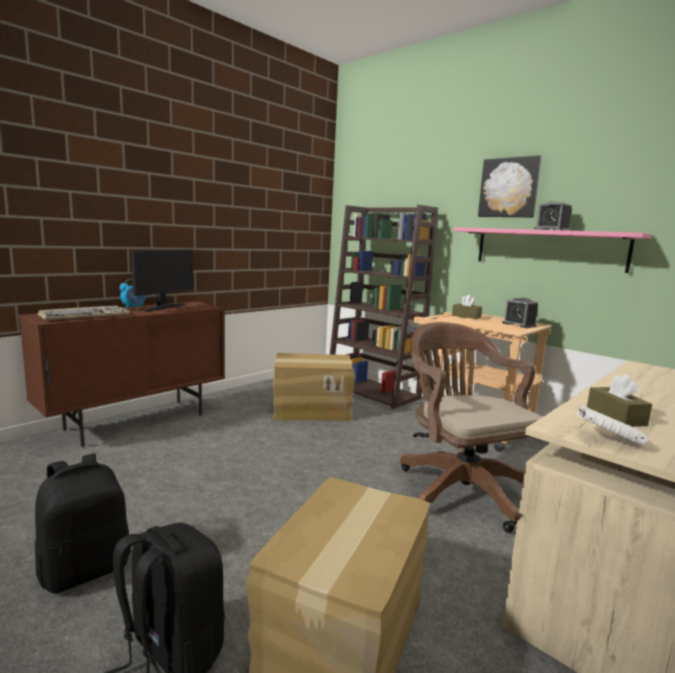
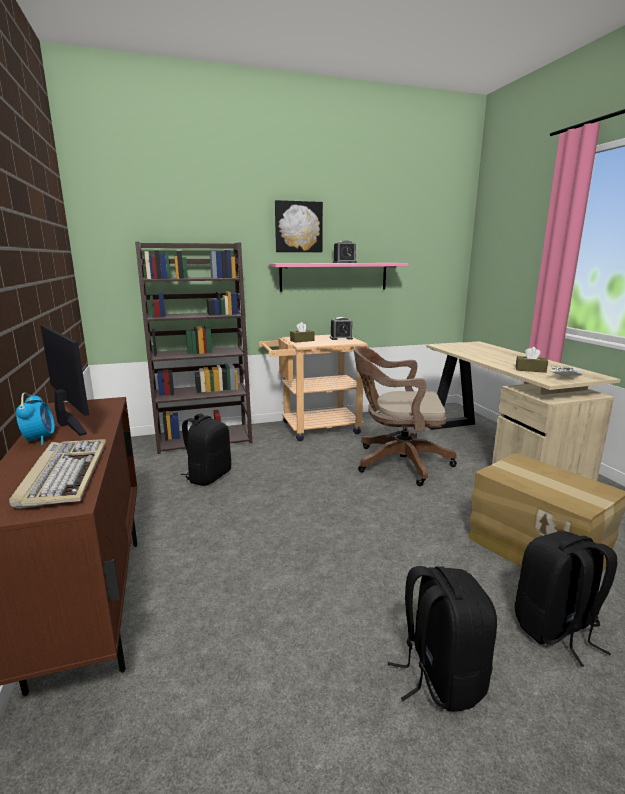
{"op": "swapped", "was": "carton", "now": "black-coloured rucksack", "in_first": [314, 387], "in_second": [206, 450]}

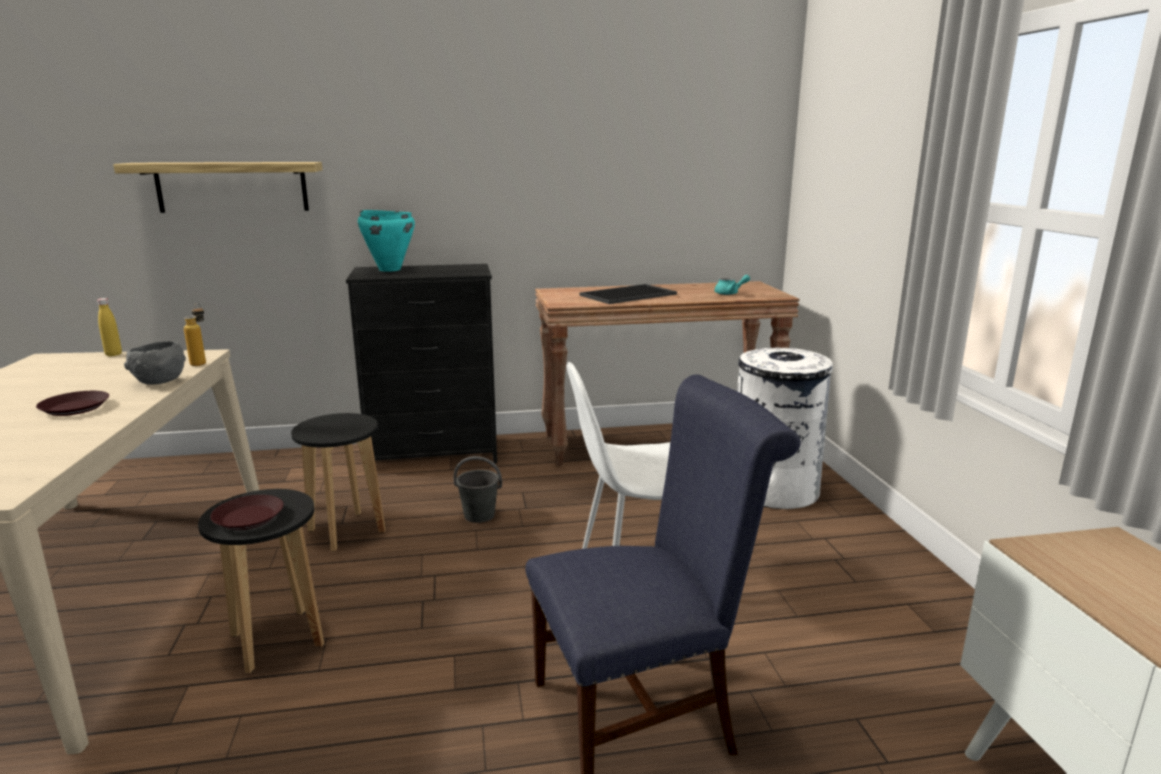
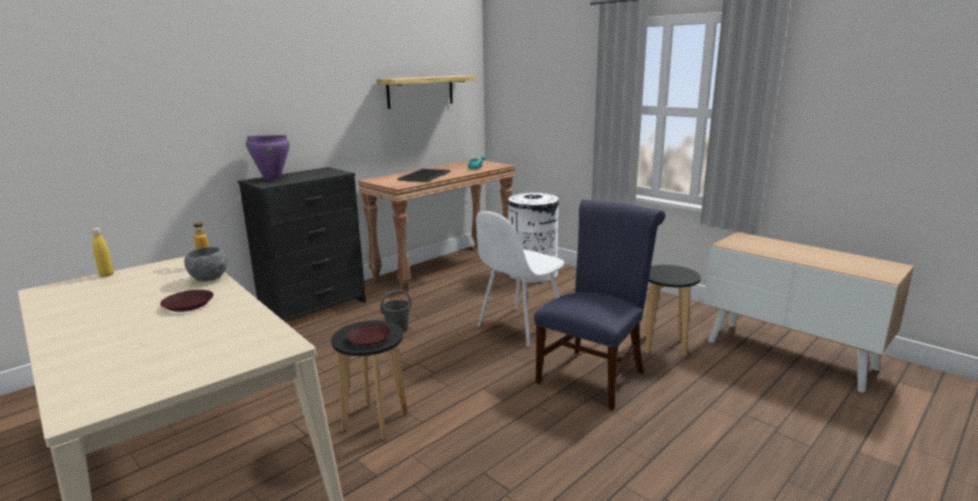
{"op": "shifted", "was": "bracket shelf", "in_first": [218, 187], "in_second": [426, 92]}
{"op": "shifted", "was": "black-coloured stool seat", "in_first": [338, 482], "in_second": [672, 310]}
{"op": "repainted", "was": "turquoise cooking pot", "now": "purple cooking pot", "in_first": [386, 241], "in_second": [268, 157]}

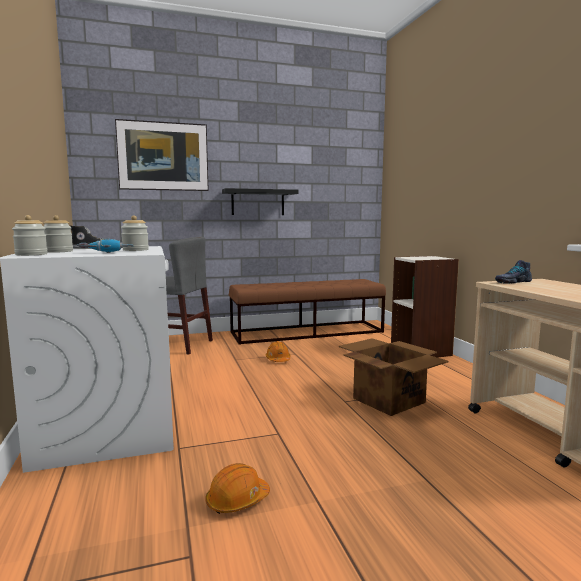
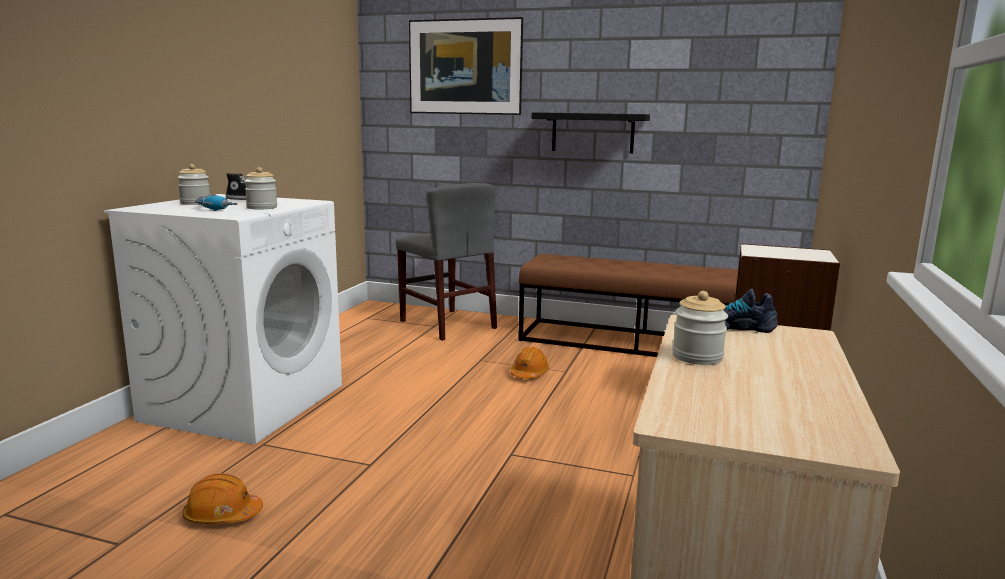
{"op": "gone", "was": "carton", "in_first": [394, 377]}
{"op": "shifted", "was": "preserve jar", "in_first": [30, 235], "in_second": [700, 328]}

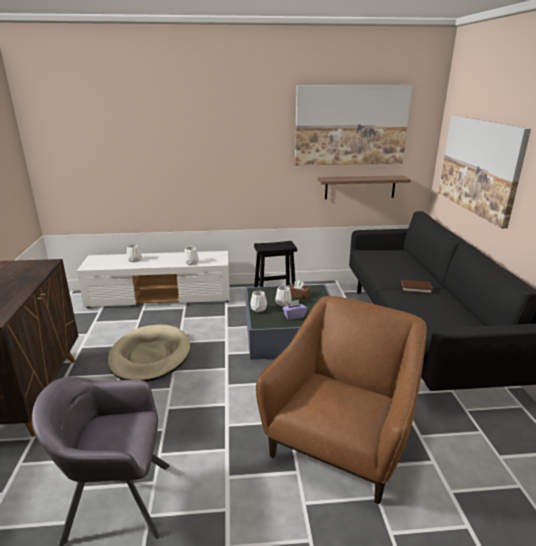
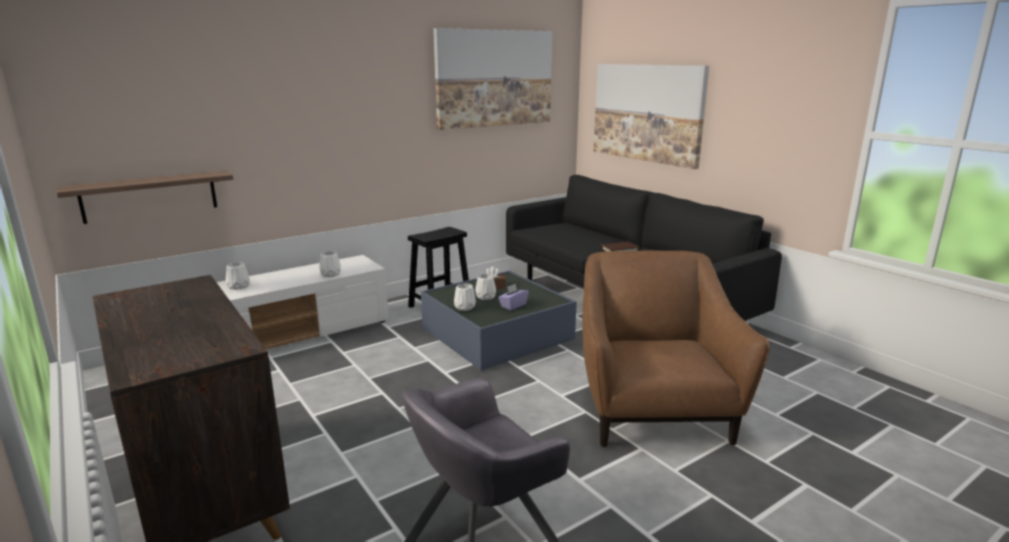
{"op": "gone", "was": "beige dog bed", "in_first": [149, 353]}
{"op": "shifted", "was": "bracket shelf", "in_first": [364, 187], "in_second": [144, 197]}

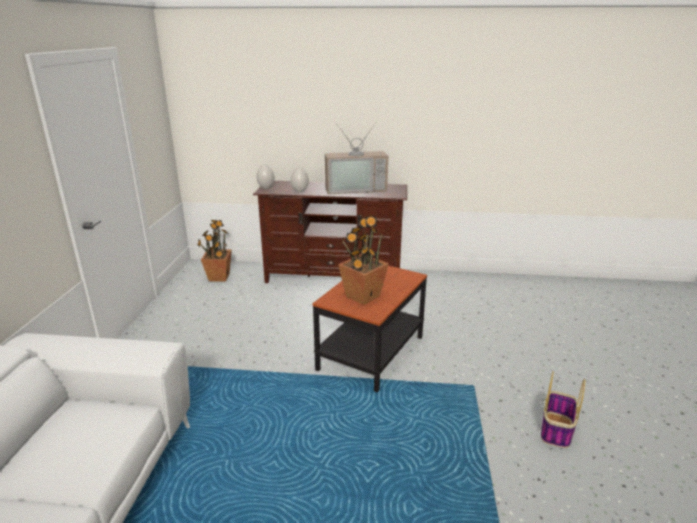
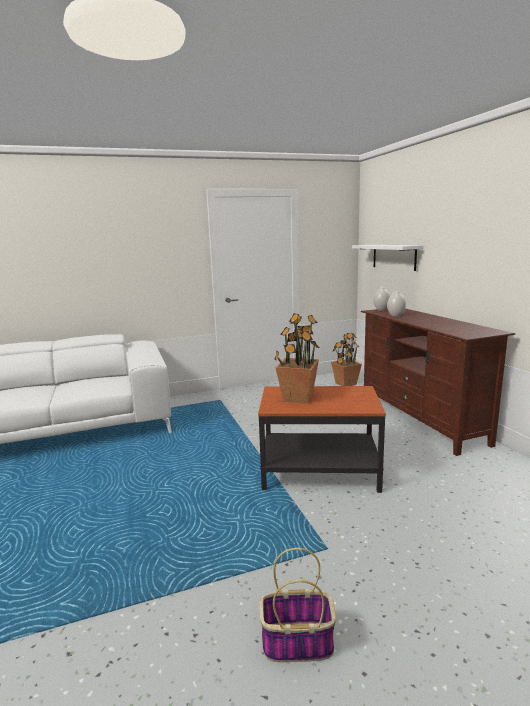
{"op": "gone", "was": "television", "in_first": [356, 158]}
{"op": "new", "now": "white-coloured bracket shelf", "in_second": [388, 258]}

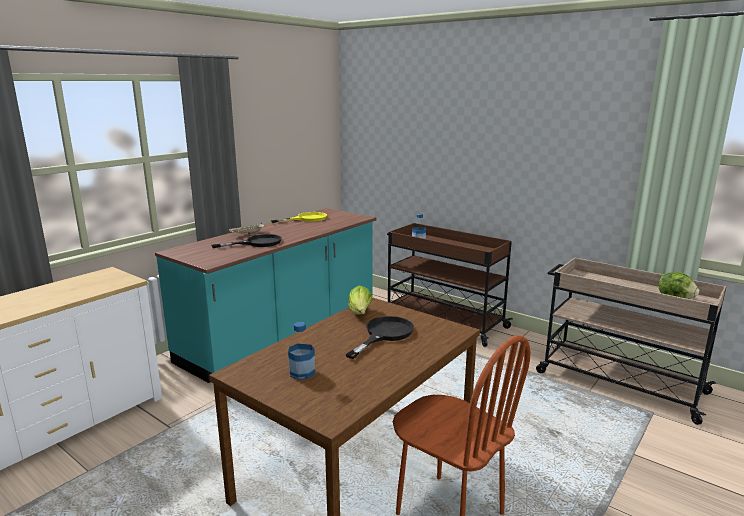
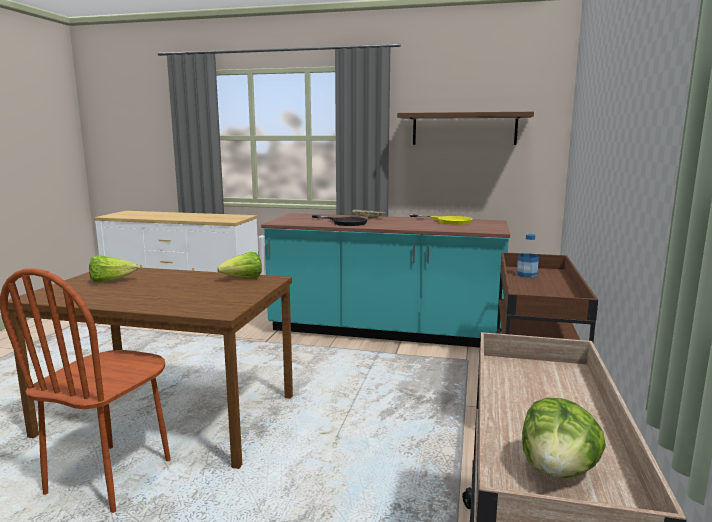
{"op": "gone", "was": "black-coloured skillet", "in_first": [380, 337]}
{"op": "new", "now": "brownish bracket shelf", "in_second": [465, 128]}
{"op": "swapped", "was": "bottle", "now": "lettuce head", "in_first": [301, 351], "in_second": [113, 269]}

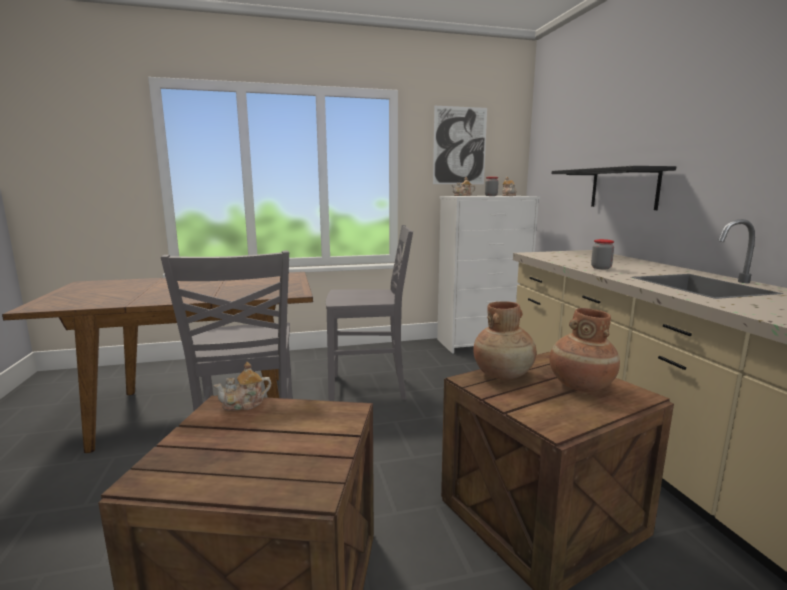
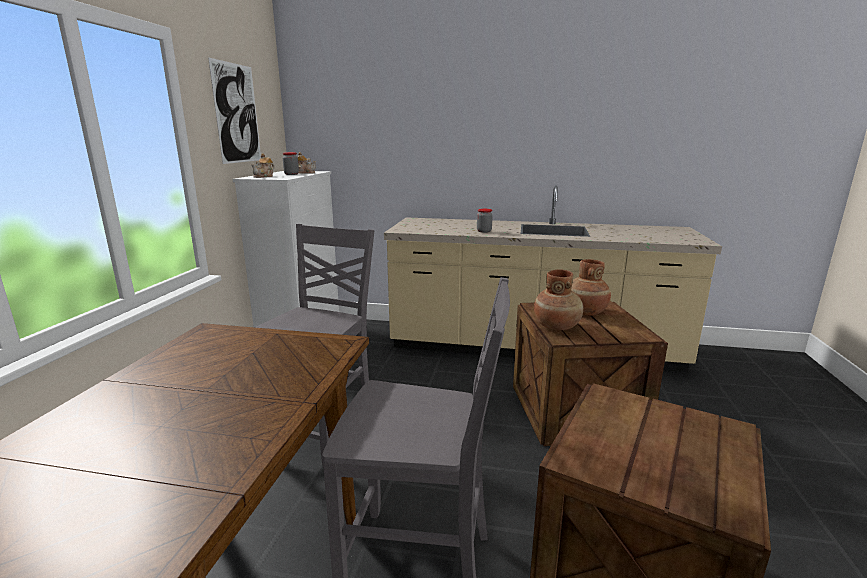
{"op": "gone", "was": "tea pot", "in_first": [242, 386]}
{"op": "gone", "was": "black-coloured bracket shelf", "in_first": [614, 188]}

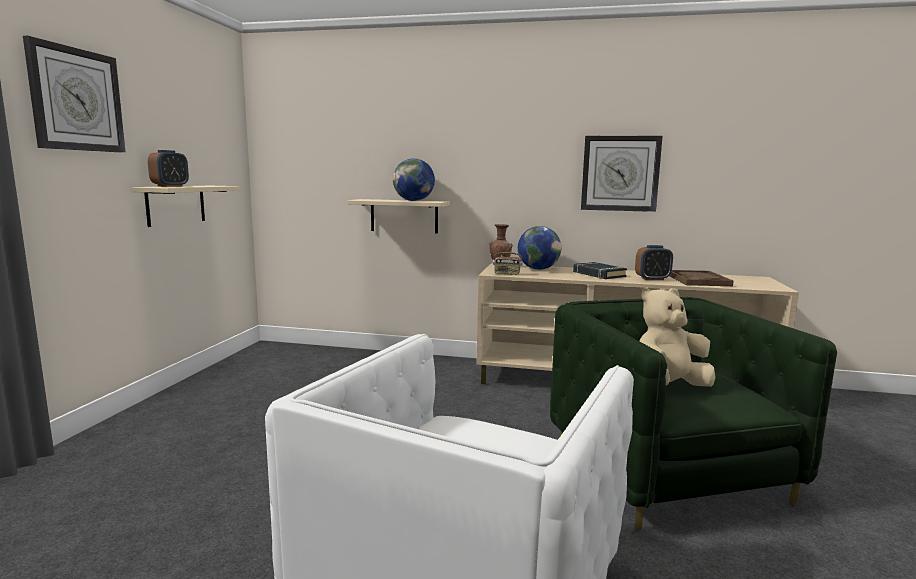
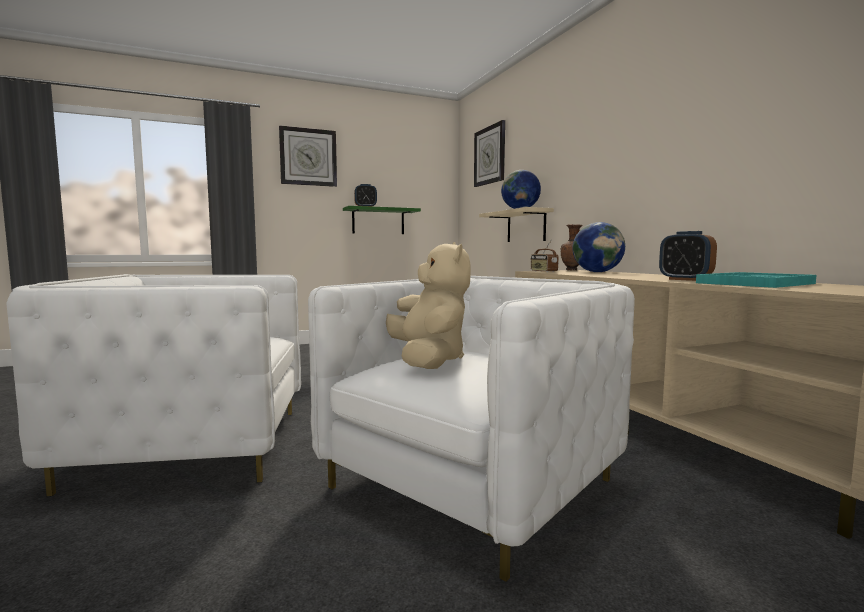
{"op": "gone", "was": "black-coloured bound book", "in_first": [600, 270]}
{"op": "shifted", "was": "clock on the wall", "in_first": [622, 174], "in_second": [489, 153]}
{"op": "repainted", "was": "beige bracket shelf", "now": "green bracket shelf", "in_first": [186, 206], "in_second": [382, 220]}
{"op": "repainted", "was": "green armchair", "now": "white-coloured armchair", "in_first": [693, 414], "in_second": [471, 429]}
{"op": "repainted", "was": "brownish tray", "now": "turquoise tray", "in_first": [702, 278], "in_second": [756, 280]}
{"op": "rotated", "was": "beige cuddly toy", "in_first": [678, 337], "in_second": [428, 305], "clockwise": 45}

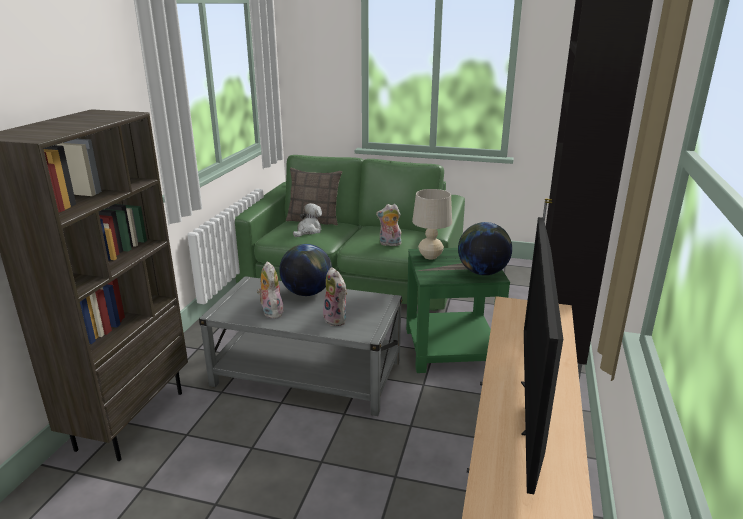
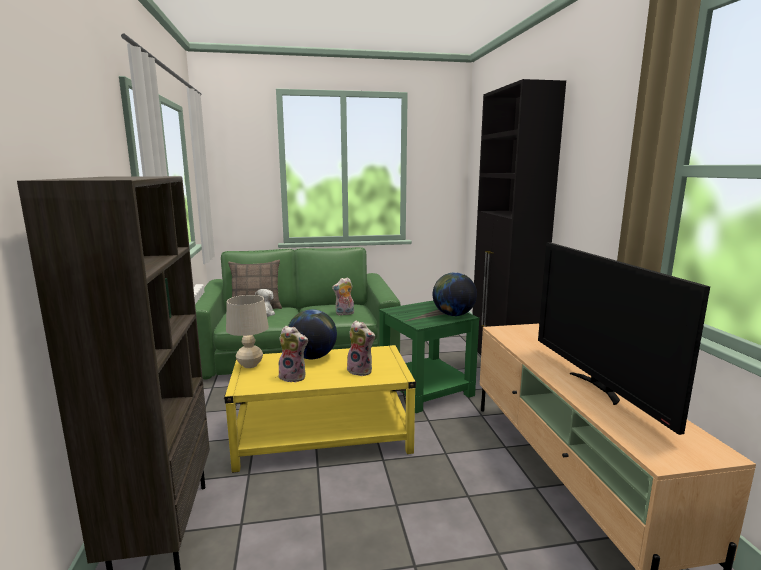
{"op": "shifted", "was": "beige table lamp", "in_first": [432, 224], "in_second": [247, 331]}
{"op": "repainted", "was": "gray coffee table", "now": "yellow-coloured coffee table", "in_first": [300, 346], "in_second": [320, 409]}
{"op": "rotated", "was": "cuddly toy", "in_first": [270, 289], "in_second": [293, 354], "clockwise": 150}

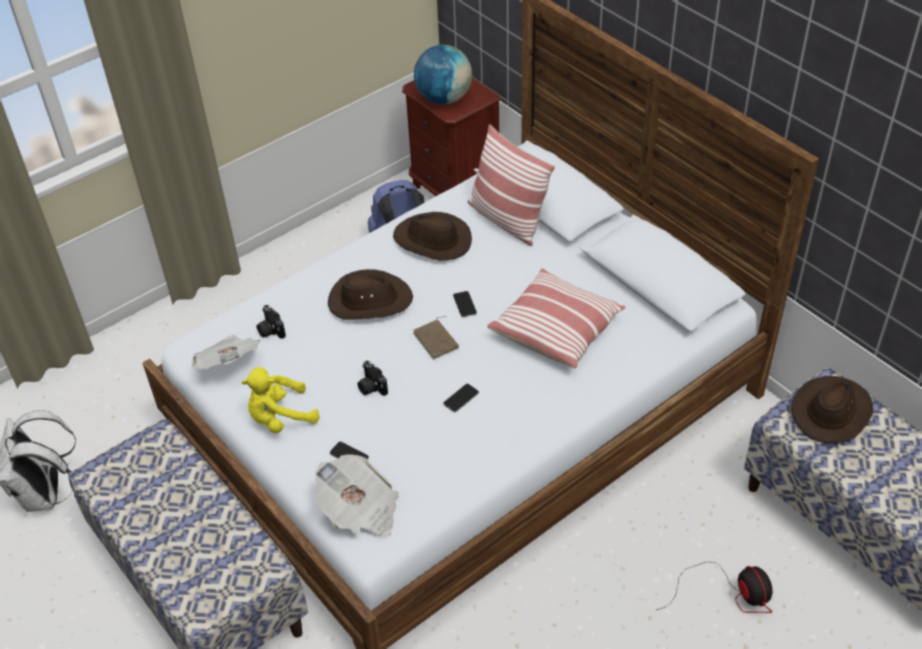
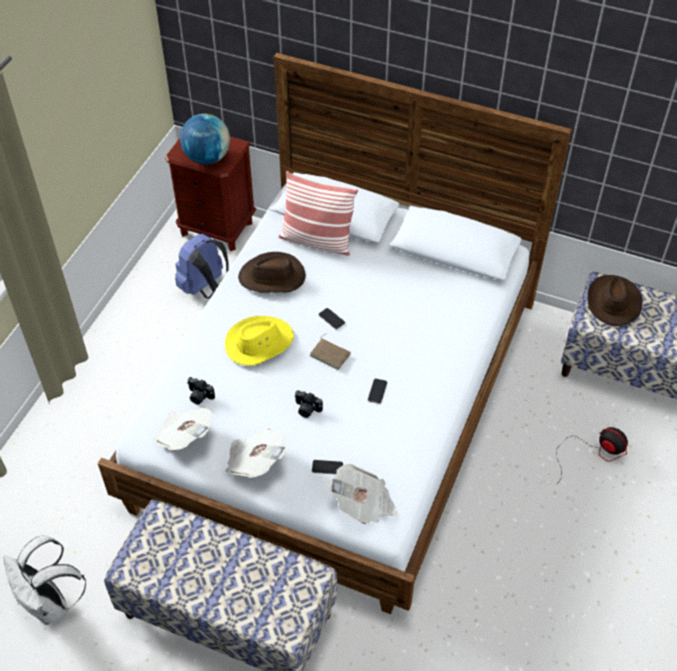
{"op": "gone", "was": "cushion", "in_first": [556, 318]}
{"op": "swapped", "was": "yellow-coloured cuddly toy", "now": "daily paper", "in_first": [280, 400], "in_second": [256, 453]}
{"op": "repainted", "was": "brownish hat", "now": "yellow-coloured hat", "in_first": [370, 294], "in_second": [259, 341]}

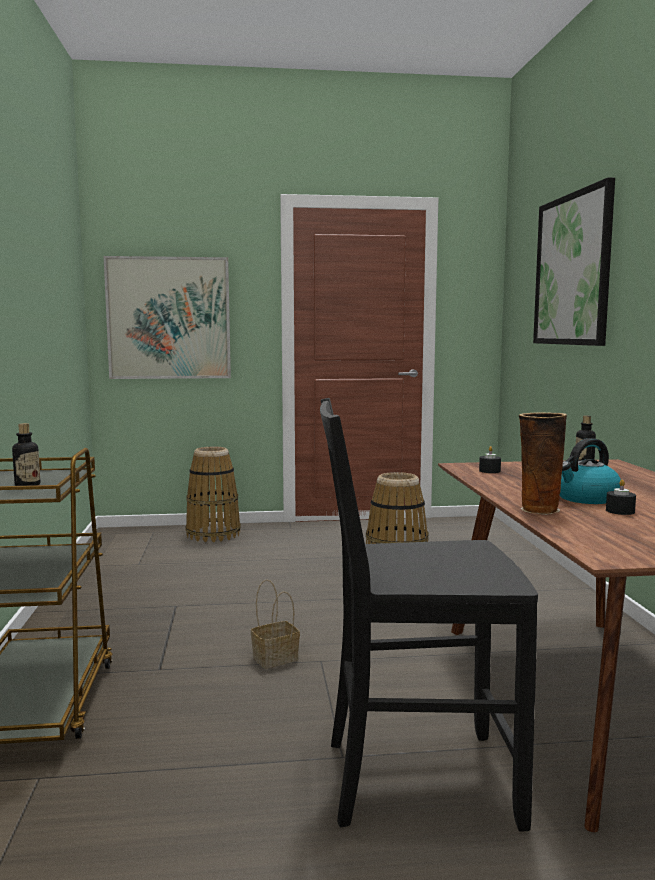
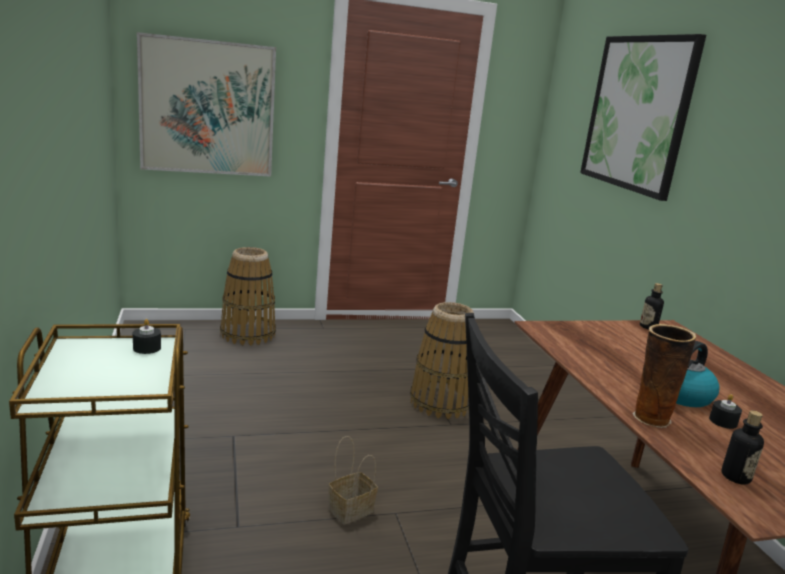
{"op": "shifted", "was": "bottle", "in_first": [26, 454], "in_second": [742, 447]}
{"op": "shifted", "was": "black-coloured wax candle", "in_first": [490, 459], "in_second": [147, 336]}

